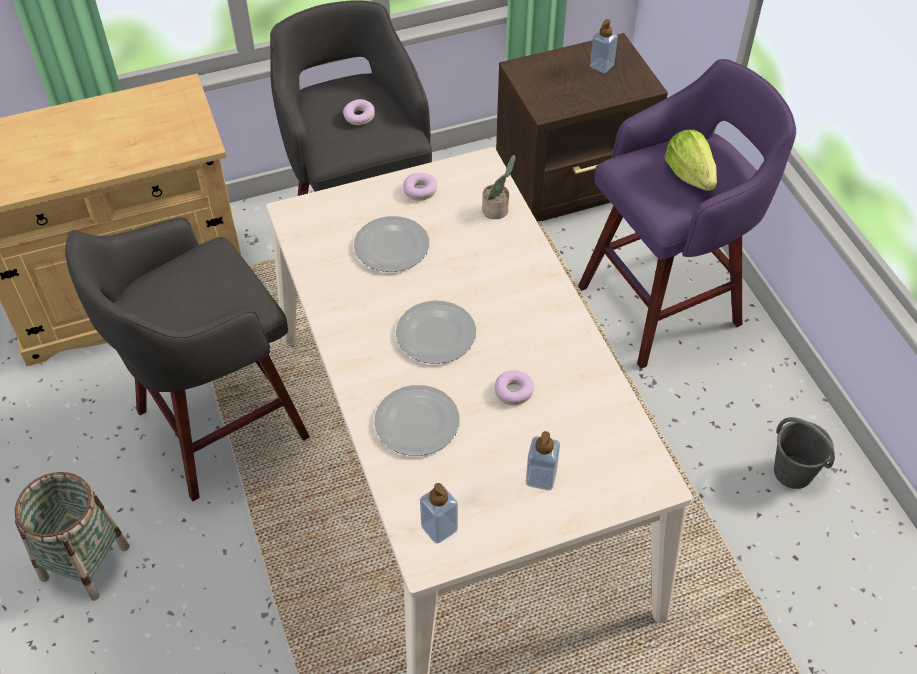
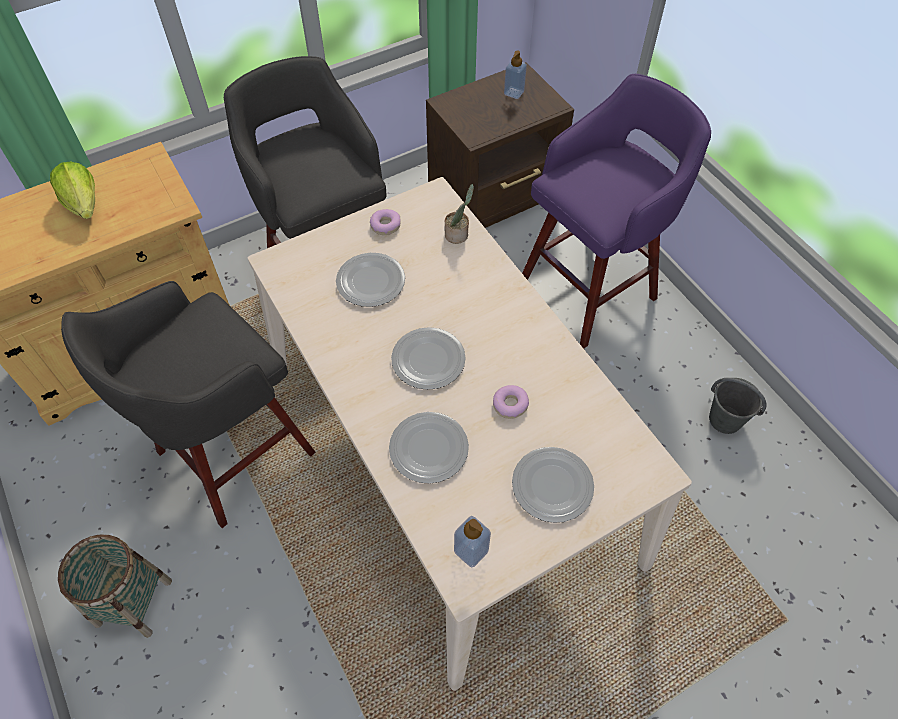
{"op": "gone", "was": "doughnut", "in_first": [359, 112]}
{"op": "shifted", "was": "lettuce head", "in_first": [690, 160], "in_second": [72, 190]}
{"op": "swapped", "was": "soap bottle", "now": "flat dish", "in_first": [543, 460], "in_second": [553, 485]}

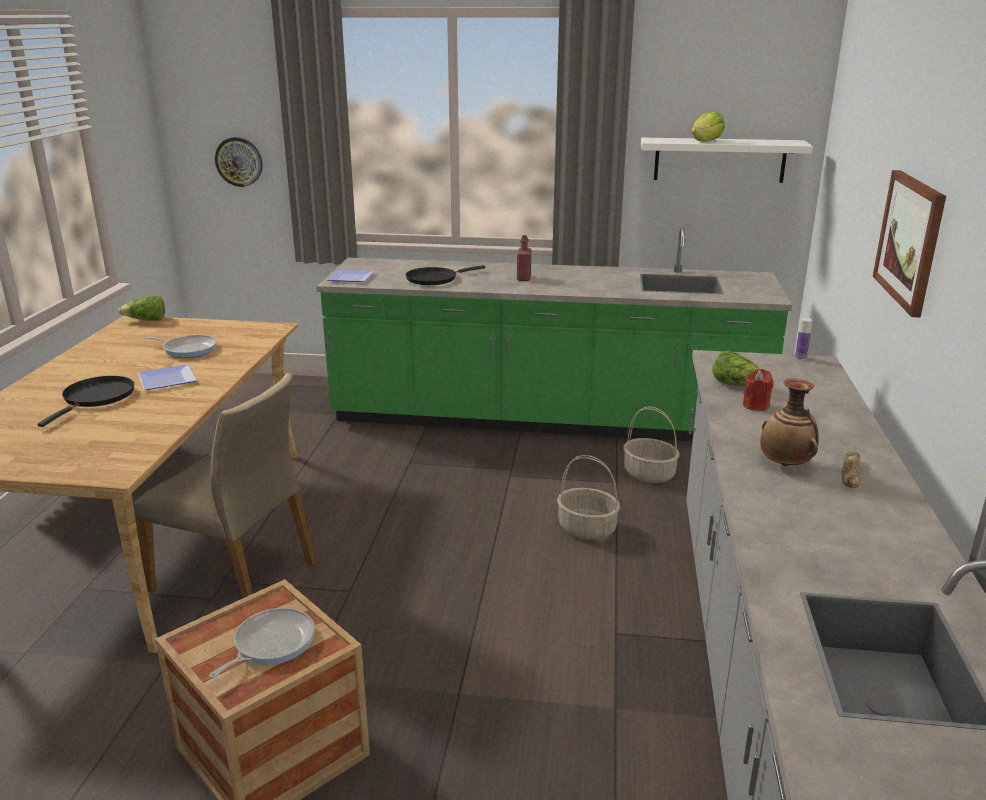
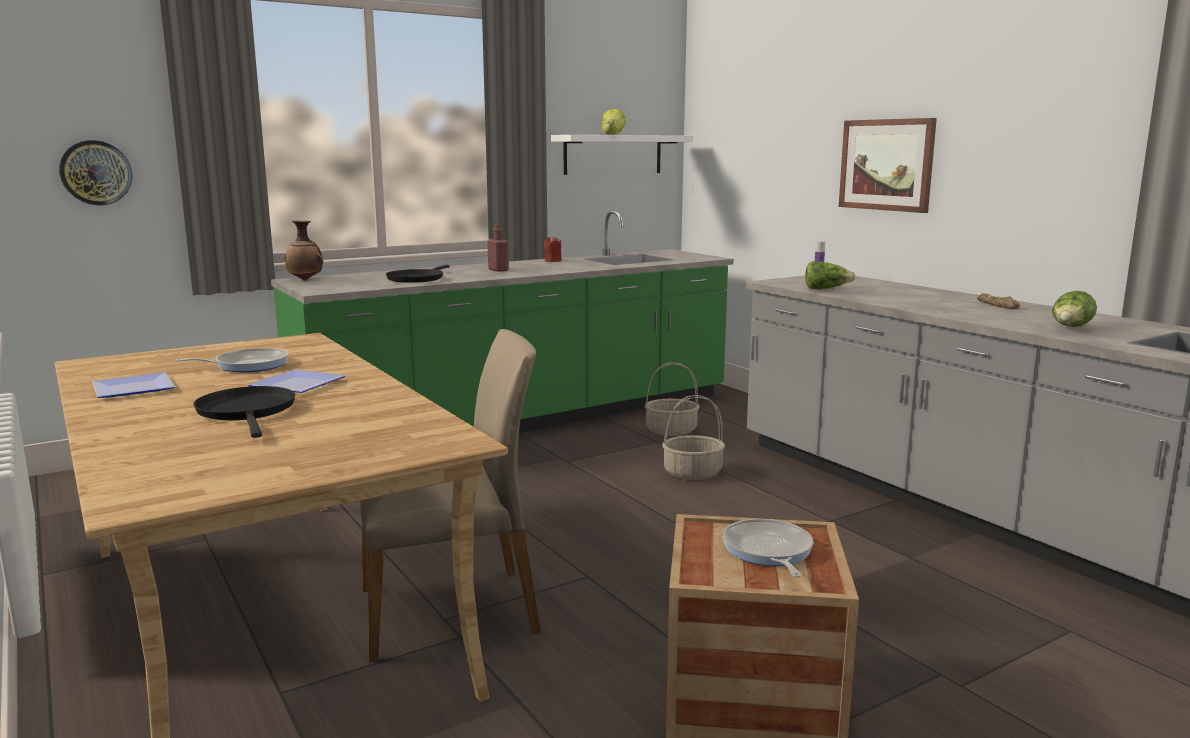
{"op": "shifted", "was": "lettuce head", "in_first": [141, 308], "in_second": [1074, 309]}
{"op": "shifted", "was": "flat dish", "in_first": [351, 275], "in_second": [133, 385]}
{"op": "shifted", "was": "reddish wax candle", "in_first": [758, 390], "in_second": [553, 249]}
{"op": "shifted", "was": "decorative vase", "in_first": [789, 422], "in_second": [303, 250]}

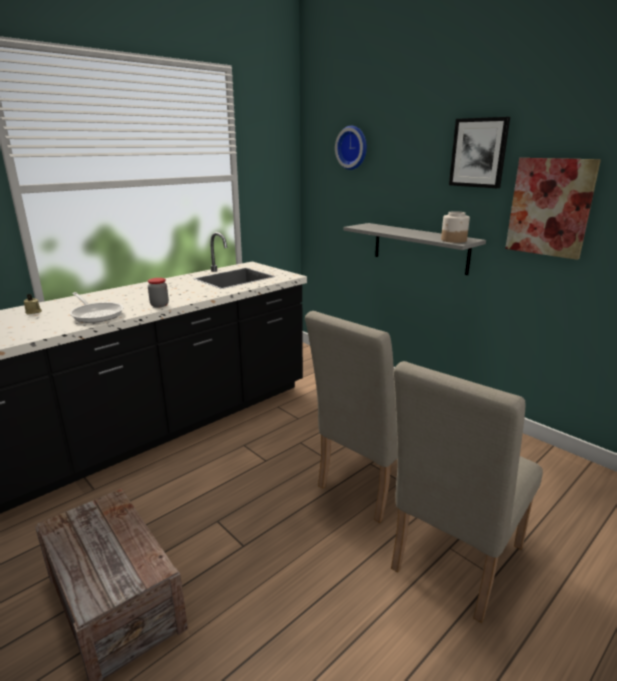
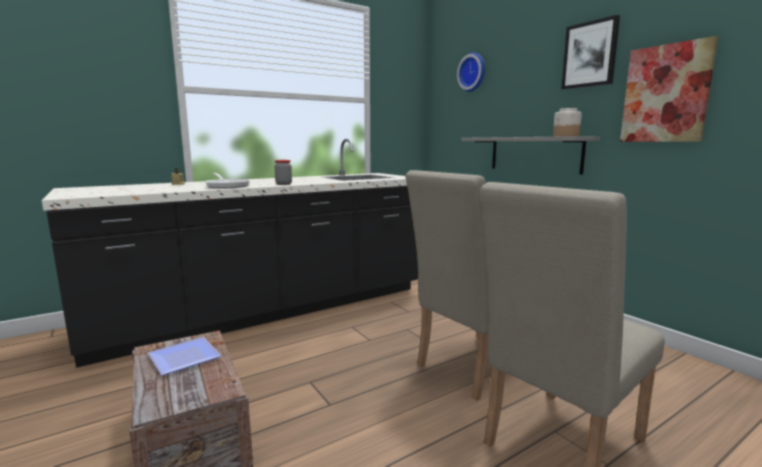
{"op": "new", "now": "flat dish", "in_second": [185, 356]}

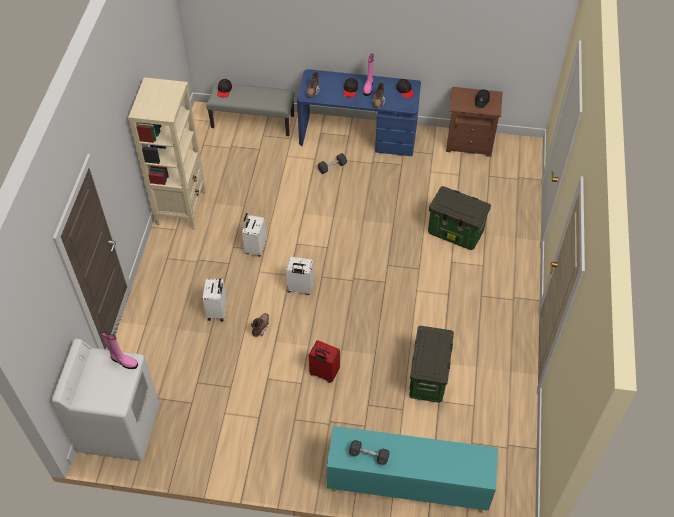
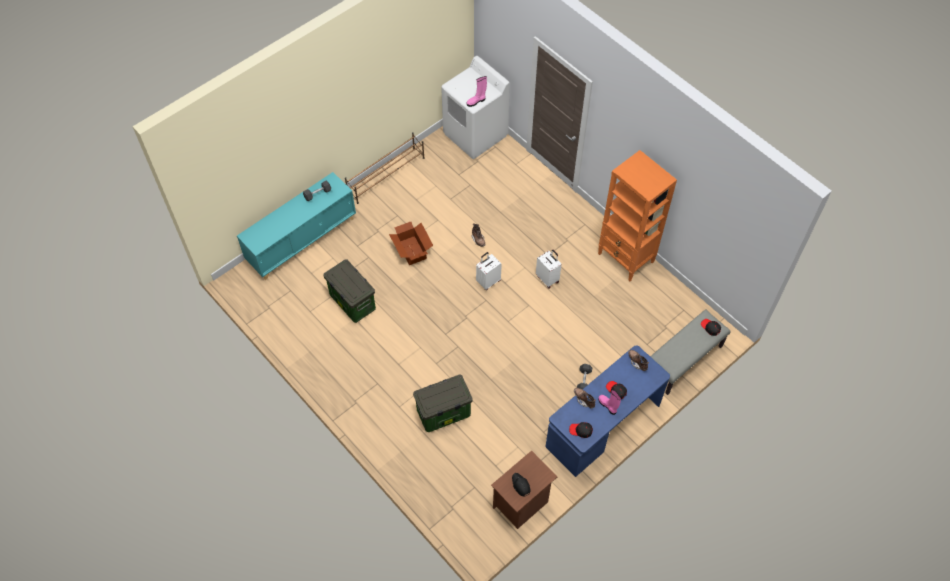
{"op": "gone", "was": "white-coloured suitcase", "in_first": [215, 300]}
{"op": "new", "now": "brownish shoe stand", "in_second": [384, 168]}
{"op": "swapped", "was": "reddish suitcase", "now": "carton", "in_first": [324, 361], "in_second": [411, 243]}
{"op": "repainted", "was": "beige bookshelf", "now": "orange-coloured bookshelf", "in_first": [166, 153], "in_second": [637, 215]}

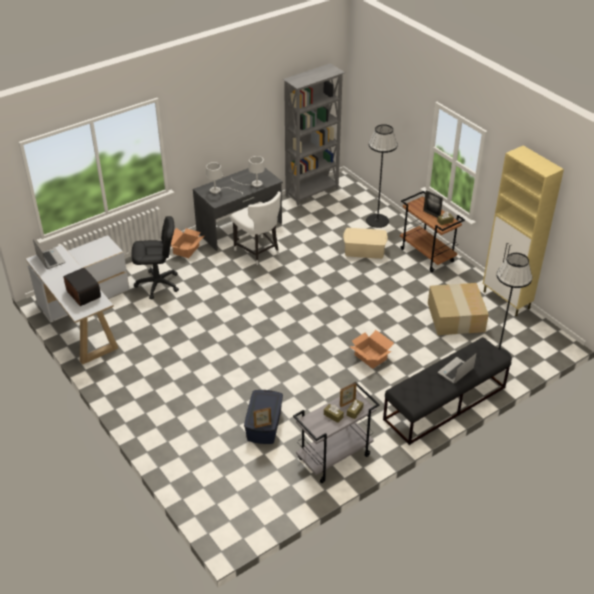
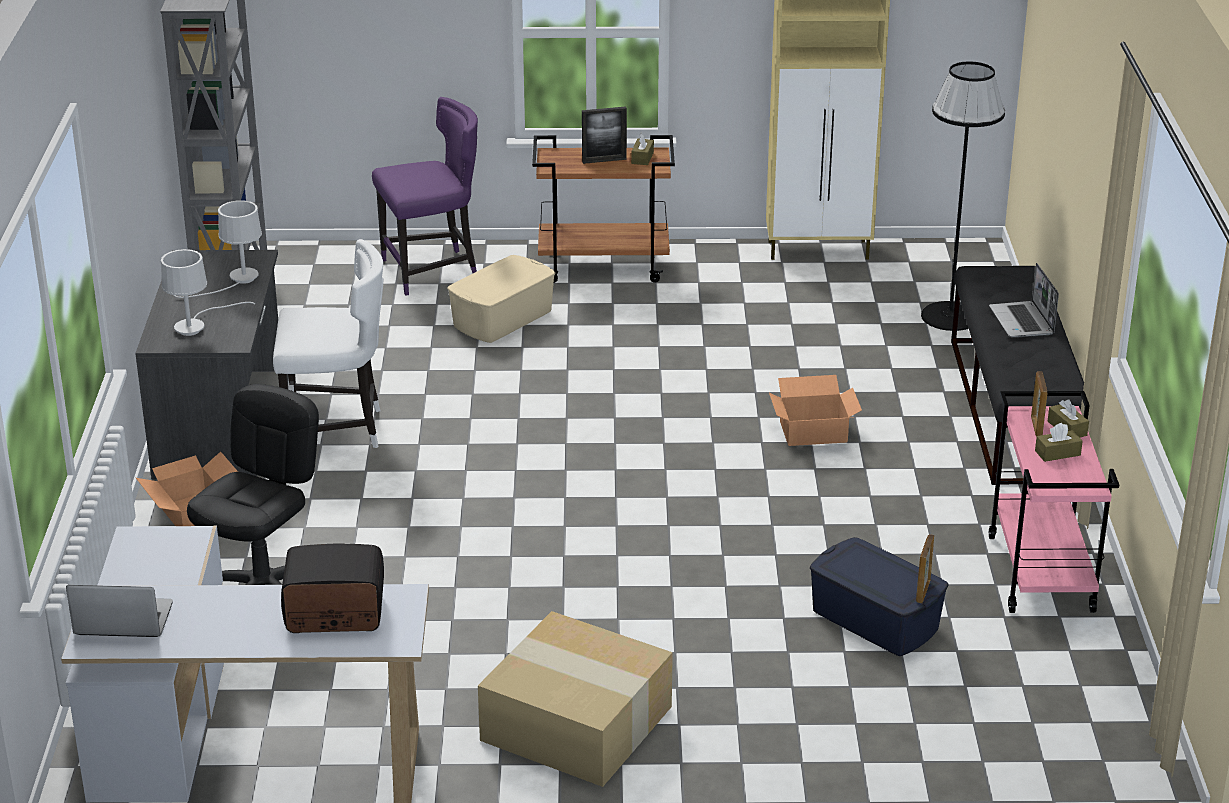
{"op": "shifted", "was": "carton", "in_first": [458, 309], "in_second": [575, 699]}
{"op": "swapped", "was": "black-coloured floor lamp", "now": "purple upright chair", "in_first": [382, 176], "in_second": [425, 196]}
{"op": "repainted", "was": "gray cart", "now": "pink-coloured cart", "in_first": [336, 432], "in_second": [1054, 502]}

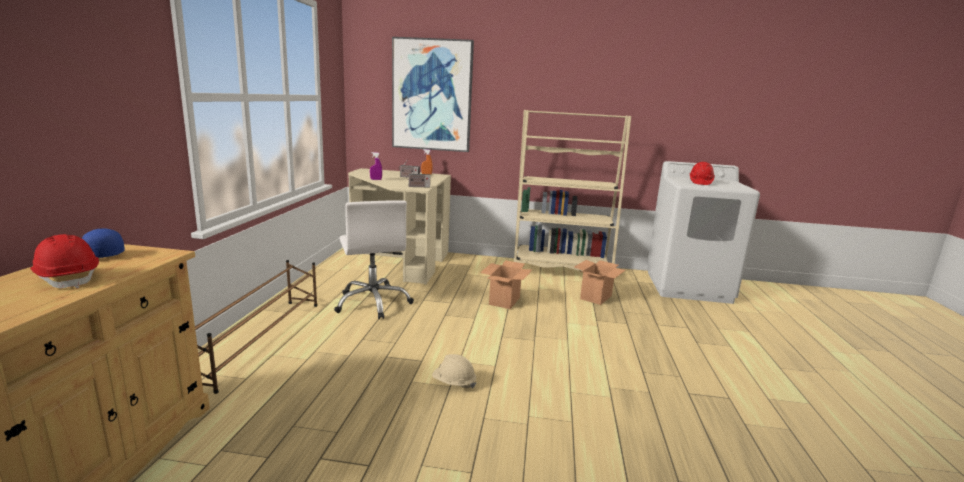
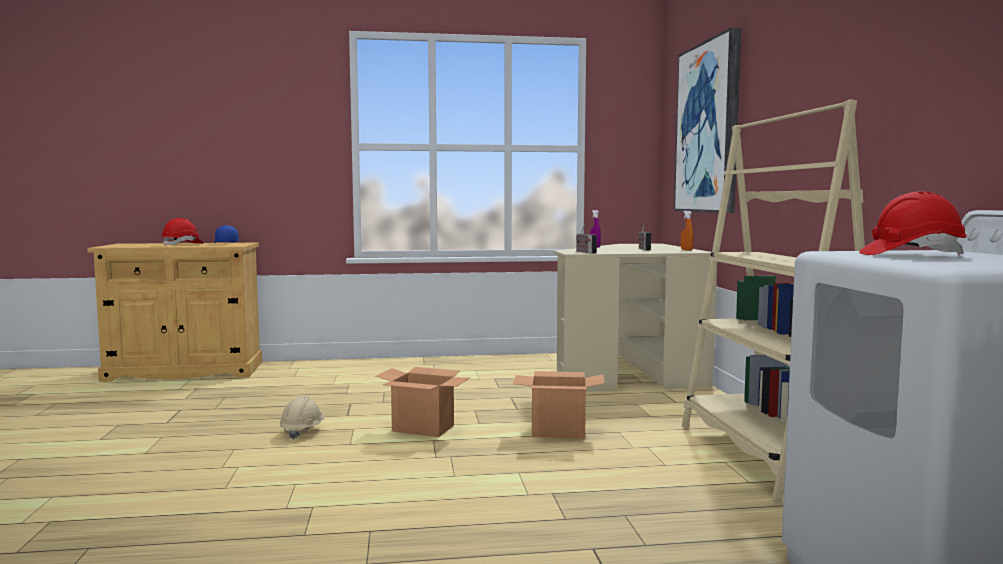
{"op": "gone", "was": "brownish shoe stand", "in_first": [256, 327]}
{"op": "gone", "was": "white-coloured computer chair", "in_first": [374, 259]}
{"op": "shifted", "was": "carton", "in_first": [600, 282], "in_second": [423, 402]}

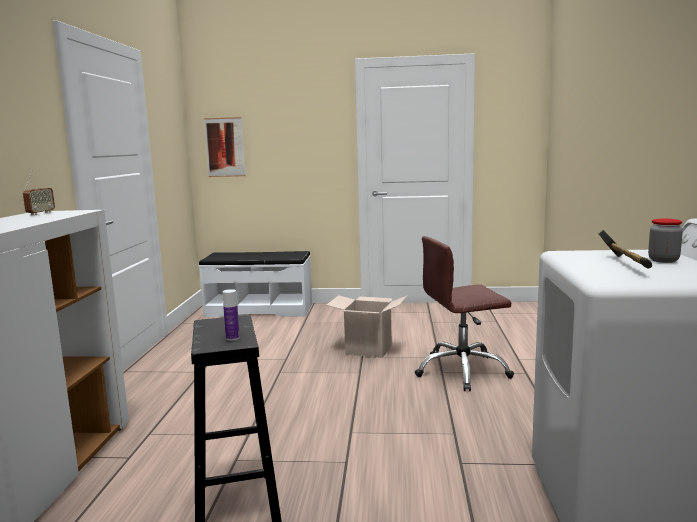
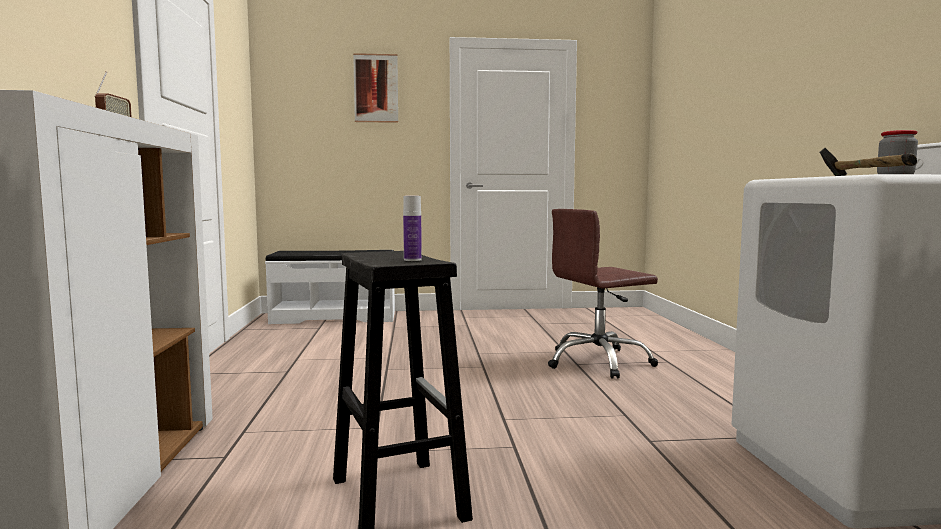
{"op": "gone", "was": "carton", "in_first": [367, 326]}
{"op": "shifted", "was": "wall art", "in_first": [224, 147], "in_second": [375, 88]}

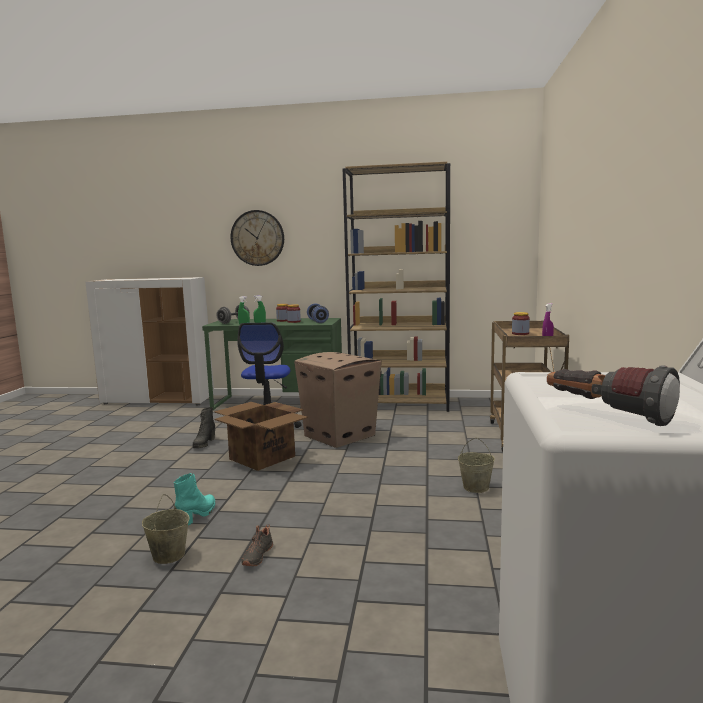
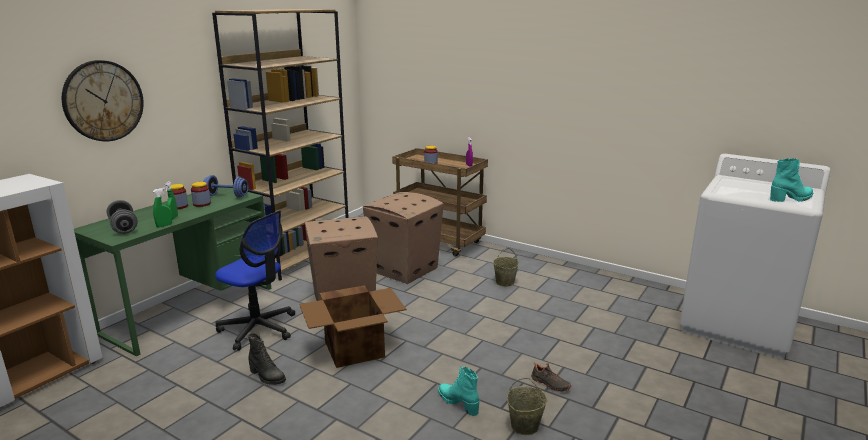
{"op": "new", "now": "carton", "in_second": [403, 238]}
{"op": "swapped", "was": "flashlight", "now": "turquoise boot", "in_first": [613, 395], "in_second": [791, 180]}

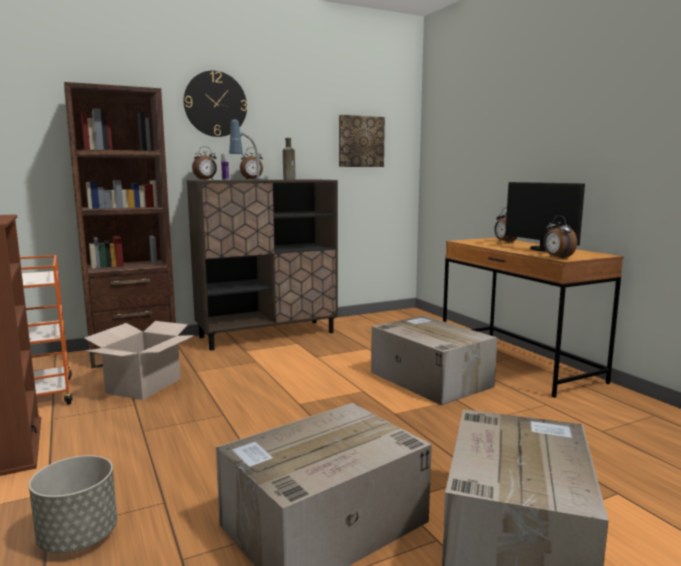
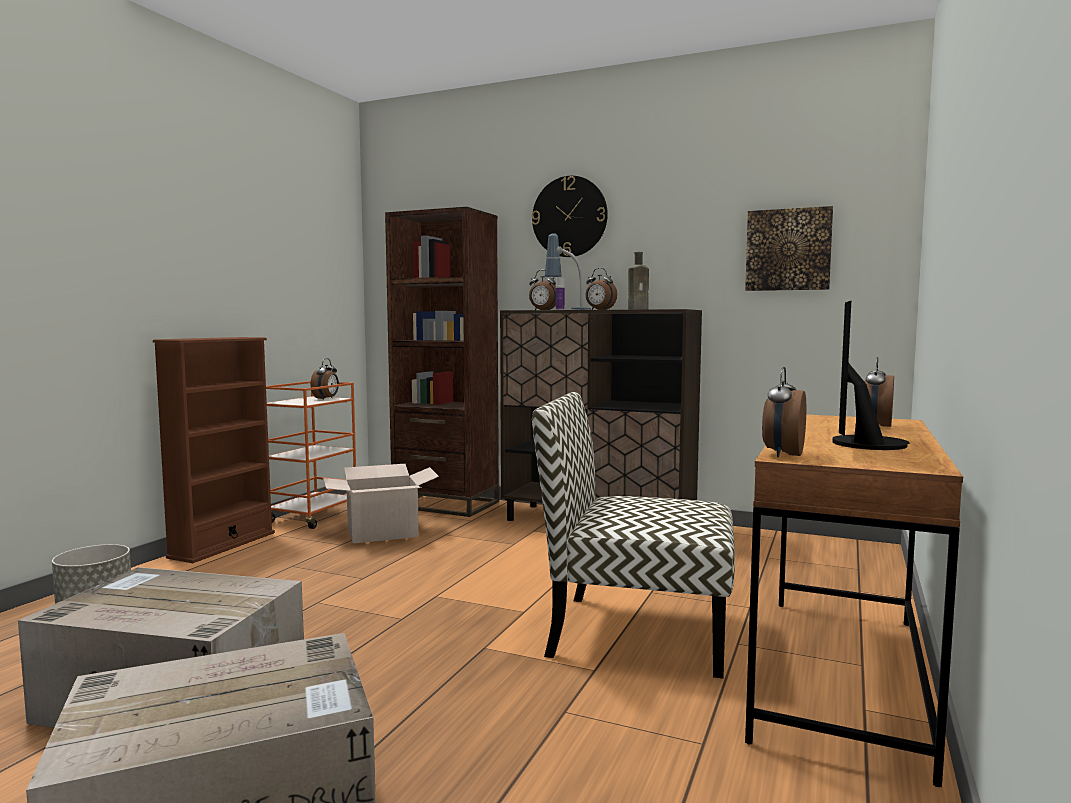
{"op": "new", "now": "alarm clock", "in_second": [325, 378]}
{"op": "swapped", "was": "carton", "now": "upright chair", "in_first": [434, 360], "in_second": [633, 535]}

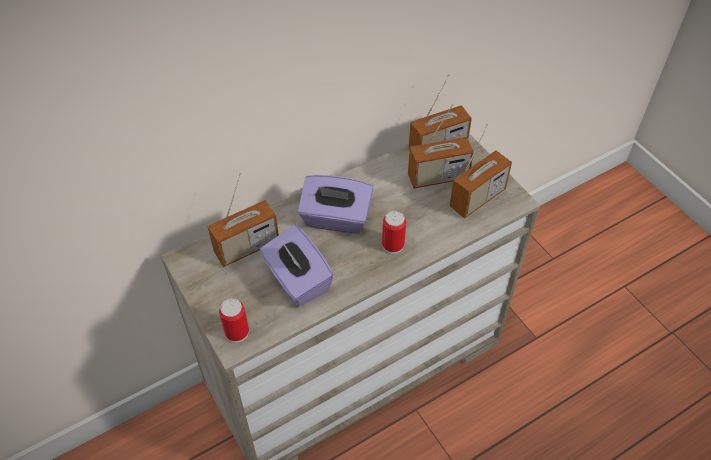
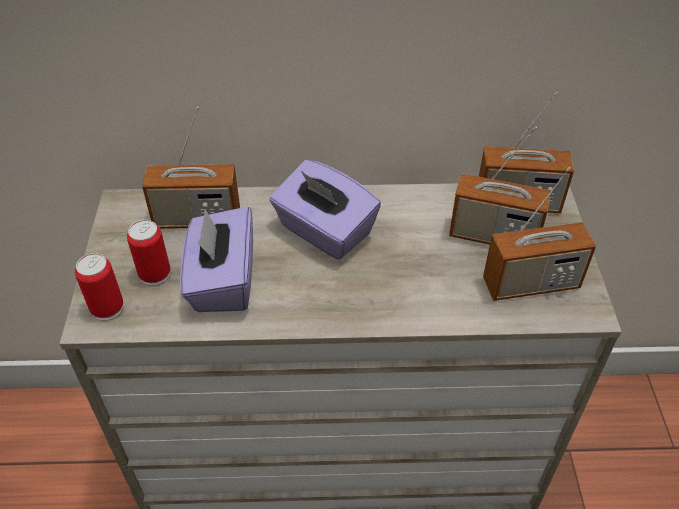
{"op": "shifted", "was": "sealed can", "in_first": [394, 232], "in_second": [148, 253]}

